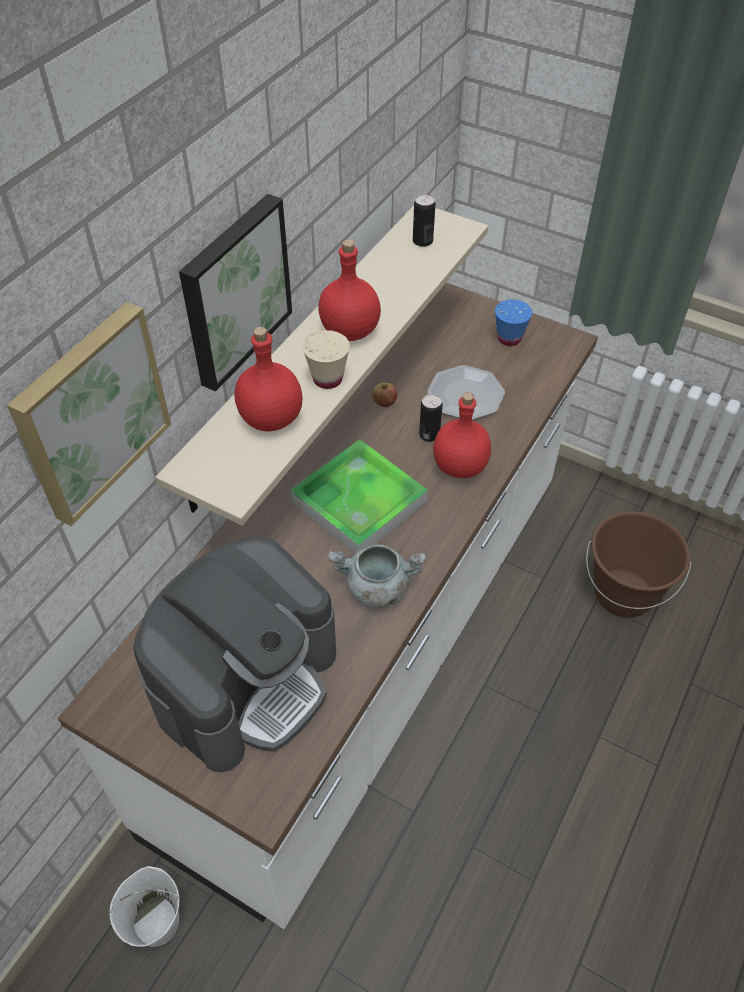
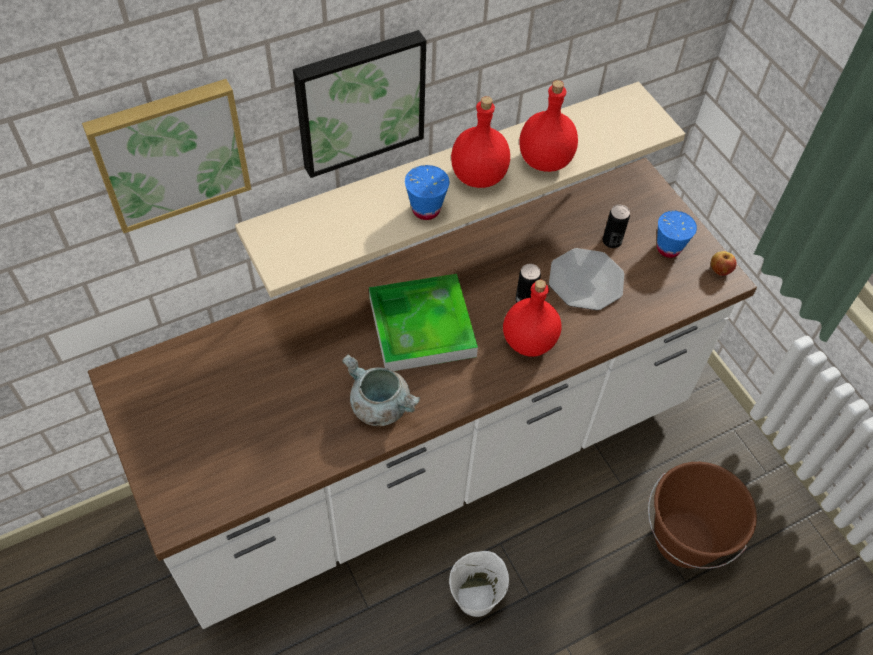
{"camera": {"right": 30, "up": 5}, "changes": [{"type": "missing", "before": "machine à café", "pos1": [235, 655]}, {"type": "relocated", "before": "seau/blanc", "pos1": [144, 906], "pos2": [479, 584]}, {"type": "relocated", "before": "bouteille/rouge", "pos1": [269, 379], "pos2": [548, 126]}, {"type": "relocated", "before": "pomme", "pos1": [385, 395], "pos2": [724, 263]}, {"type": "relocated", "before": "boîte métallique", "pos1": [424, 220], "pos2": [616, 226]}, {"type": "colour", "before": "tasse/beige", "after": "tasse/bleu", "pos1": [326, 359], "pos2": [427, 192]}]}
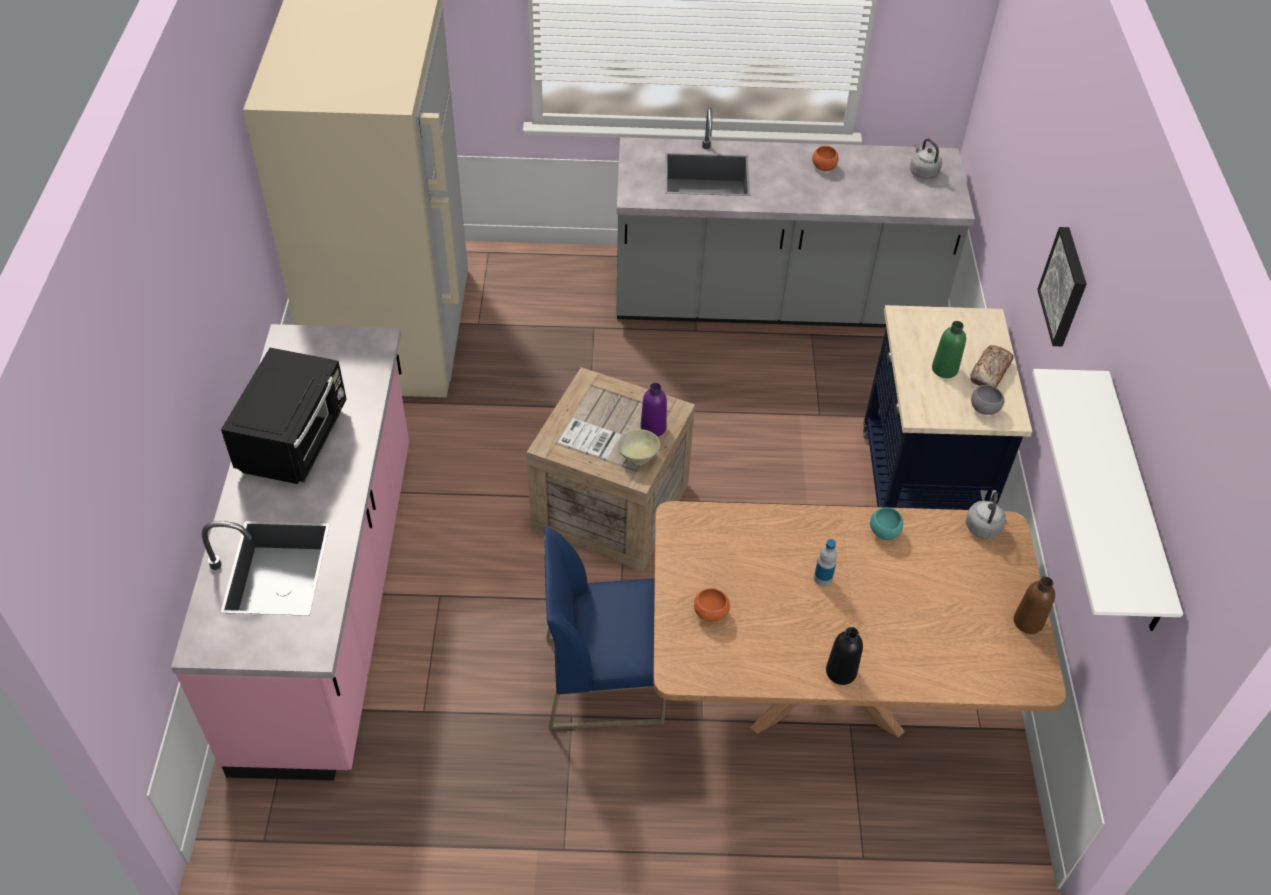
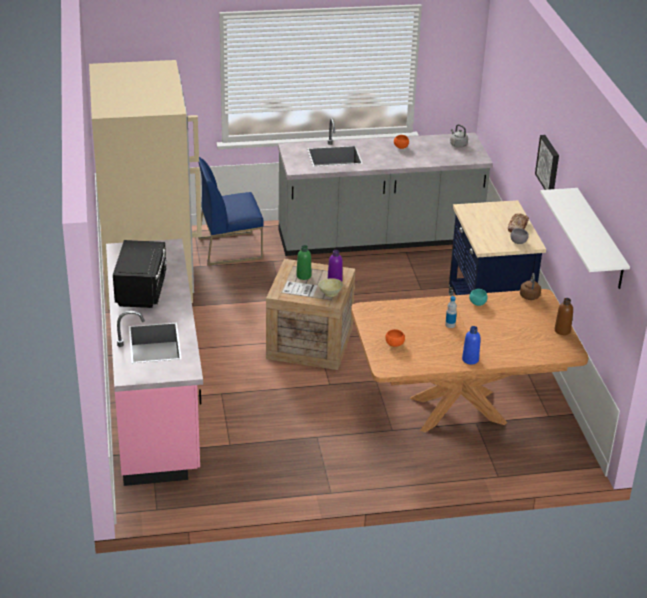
{"camera": {"right": -10, "up": -15}, "changes": [{"type": "relocated", "before": "chaise/bleu", "pos1": [605, 628], "pos2": [231, 211]}, {"type": "relocated", "before": "bouteille/vert", "pos1": [949, 349], "pos2": [303, 262]}, {"type": "colour", "before": "bouteille/noir", "after": "bouteille/bleu", "pos1": [844, 656], "pos2": [471, 345]}, {"type": "colour", "before": "bouilloire/gris", "after": "bouilloire/marron", "pos1": [986, 514], "pos2": [530, 286]}]}
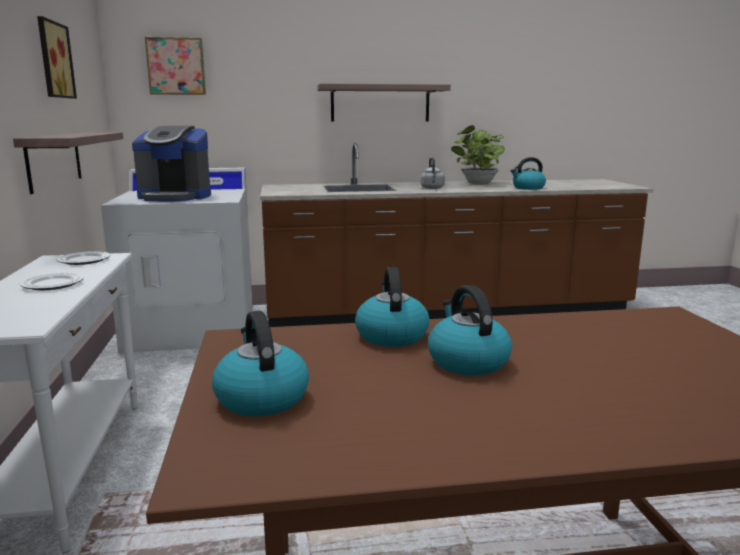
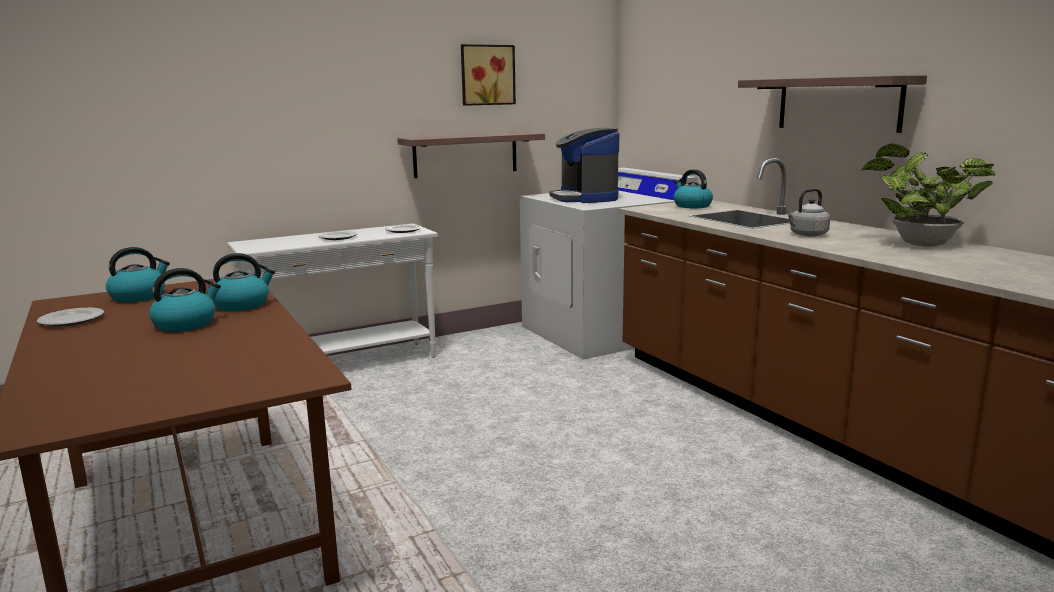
{"camera": {"right": 70, "up": 0}, "changes": [{"type": "missing", "before": "tableau", "pos1": [175, 66]}, {"type": "appeared", "after": "assiette", "pos2": [70, 317]}, {"type": "relocated", "before": "bouilloire", "pos1": [528, 173], "pos2": [693, 188]}]}
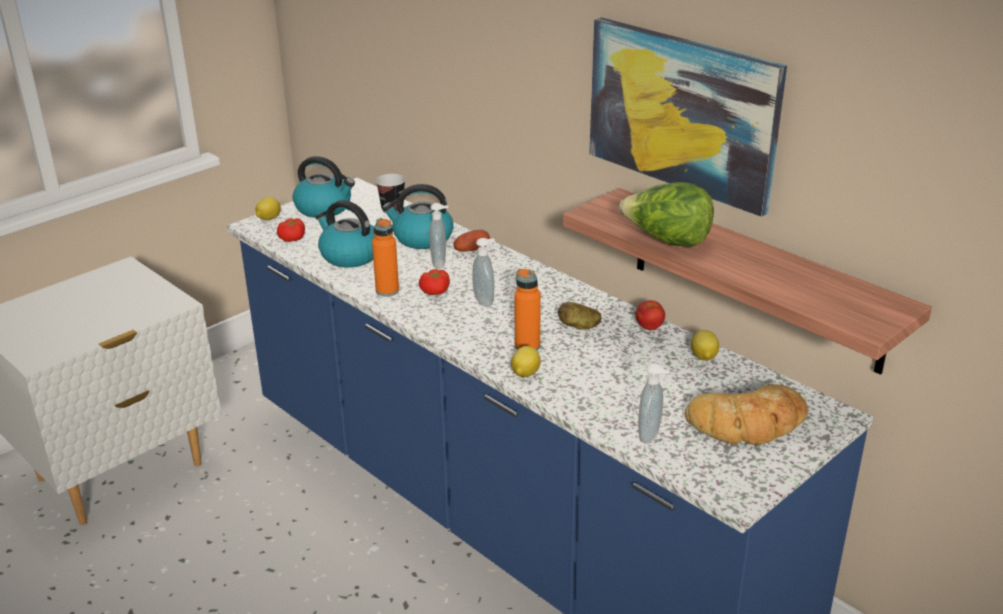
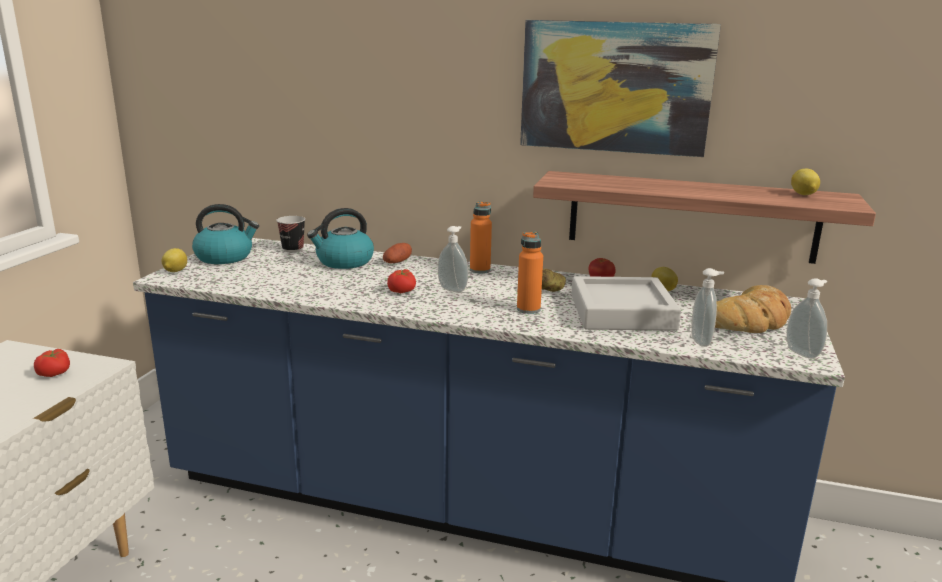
{"camera": {"right": -30, "up": -10}, "changes": [{"type": "missing", "before": "bouilloire", "pos1": [344, 234]}, {"type": "missing", "before": "laitue", "pos1": [666, 214]}, {"type": "appeared", "after": "plateau/gris", "pos2": [626, 303]}, {"type": "relocated", "before": "tomate", "pos1": [291, 230], "pos2": [52, 363]}, {"type": "relocated", "before": "bouteille/orange", "pos1": [385, 257], "pos2": [481, 237]}, {"type": "relocated", "before": "distributeur de savon", "pos1": [439, 236], "pos2": [806, 318]}, {"type": "relocated", "before": "citron", "pos1": [526, 361], "pos2": [805, 182]}]}
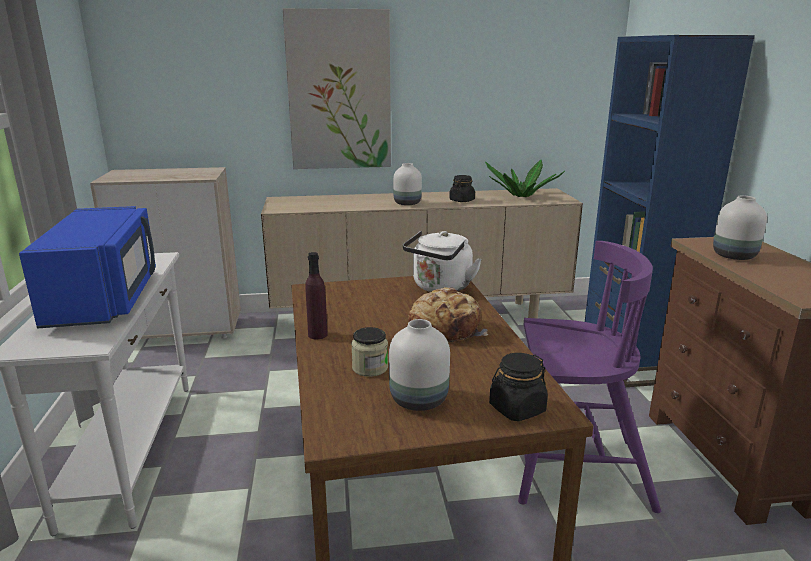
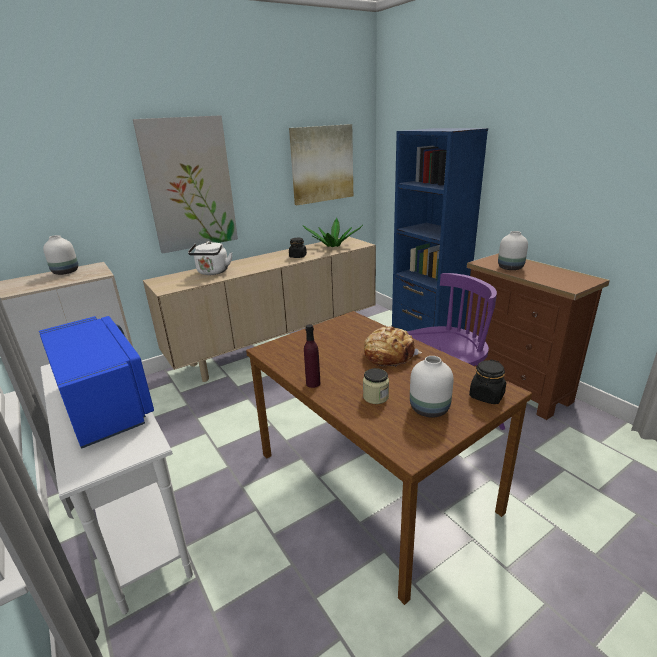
{"camera": {"right": -25, "up": 5}, "changes": [{"type": "appeared", "after": "tableau", "pos2": [321, 164]}, {"type": "relocated", "before": "vase/blanc", "pos1": [407, 184], "pos2": [60, 255]}, {"type": "relocated", "before": "bouilloire/blanc", "pos1": [442, 261], "pos2": [210, 258]}]}
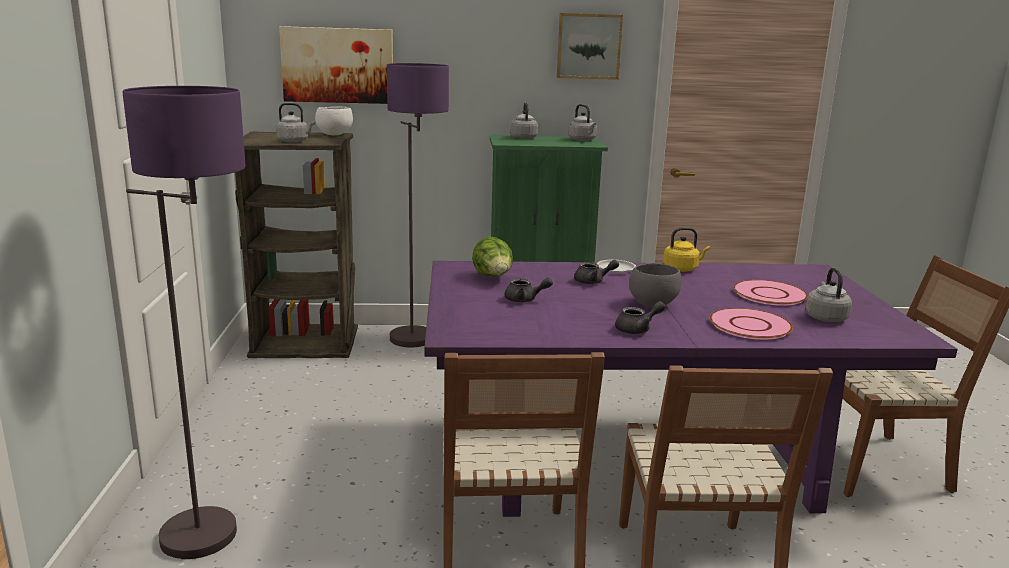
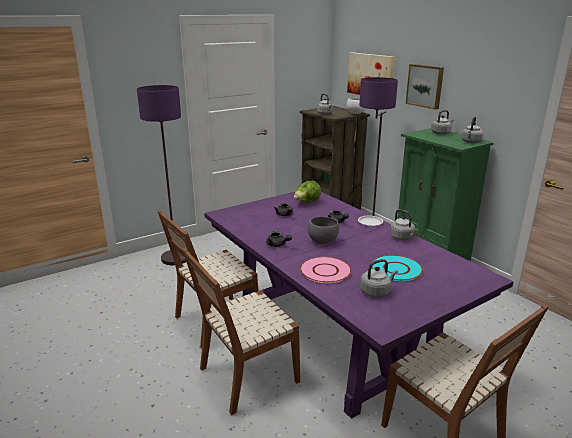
{"camera": {"right": 60, "up": 5}, "changes": [{"type": "relocated", "before": "tableau", "pos1": [590, 46], "pos2": [425, 87]}, {"type": "colour", "before": "bouilloire/jaune", "after": "bouilloire/gris", "pos1": [686, 249], "pos2": [404, 224]}, {"type": "colour", "before": "assiette/rose", "after": "assiette/turquoise", "pos1": [770, 293], "pos2": [397, 268]}]}
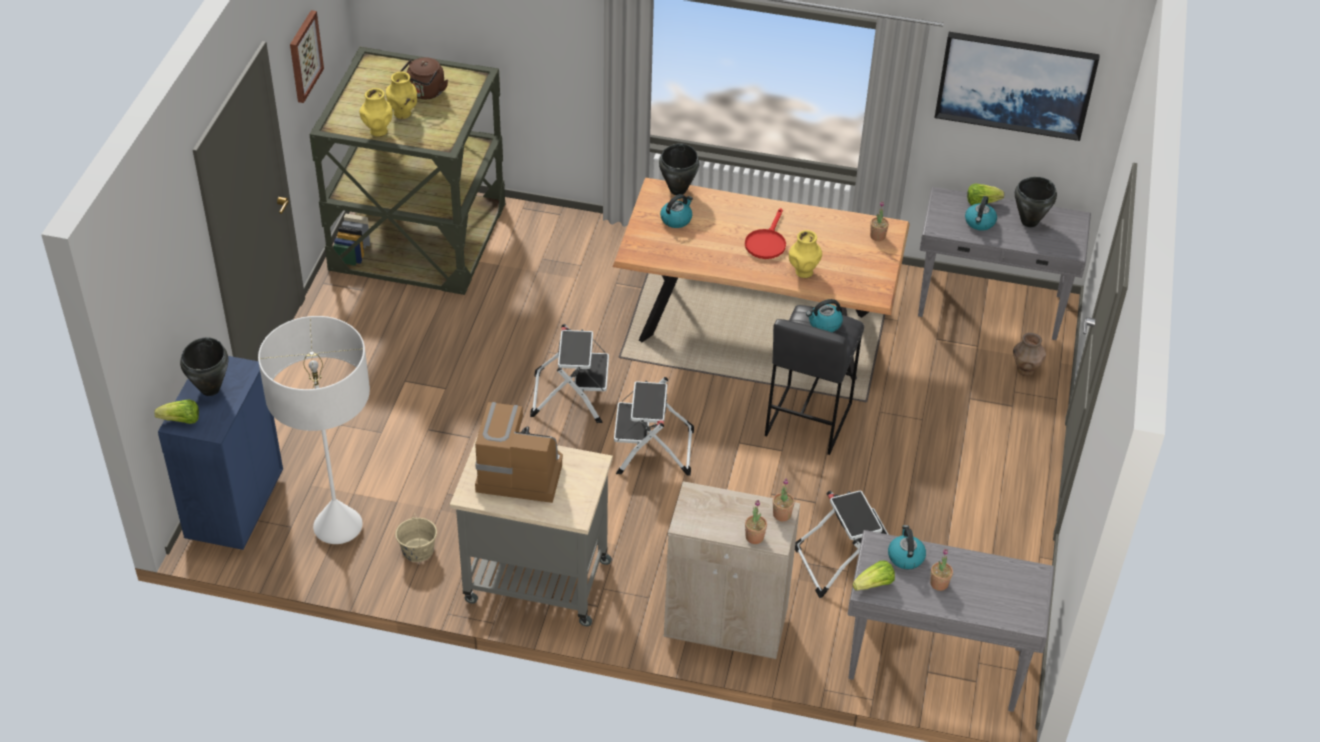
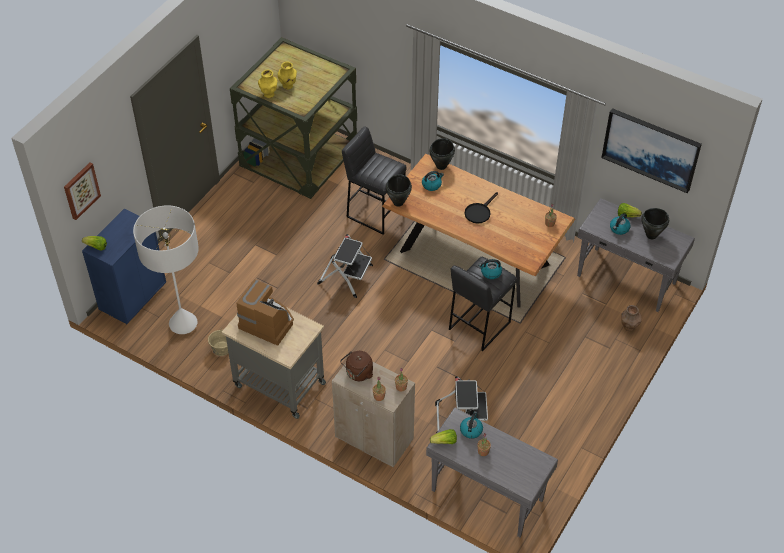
{"camera": {"right": 20, "up": 5}, "changes": [{"type": "missing", "before": "escabeau", "pos1": [654, 426]}, {"type": "missing", "before": "vase/jaune", "pos1": [805, 254]}, {"type": "appeared", "after": "tabouret/gris", "pos2": [374, 180]}, {"type": "relocated", "before": "marmite/noir", "pos1": [204, 366], "pos2": [399, 190]}, {"type": "relocated", "before": "tableau", "pos1": [307, 56], "pos2": [82, 191]}, {"type": "relocated", "before": "bouilloire/marron", "pos1": [424, 78], "pos2": [356, 366]}, {"type": "colour", "before": "poêle/rouge", "after": "poêle/noir", "pos1": [765, 233], "pos2": [481, 207]}]}
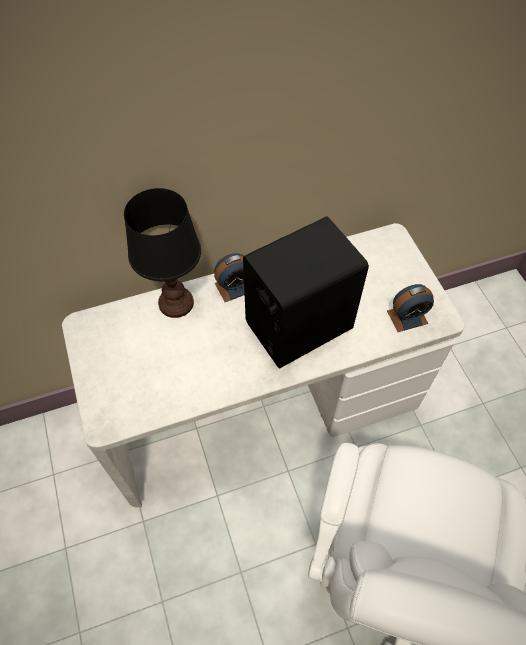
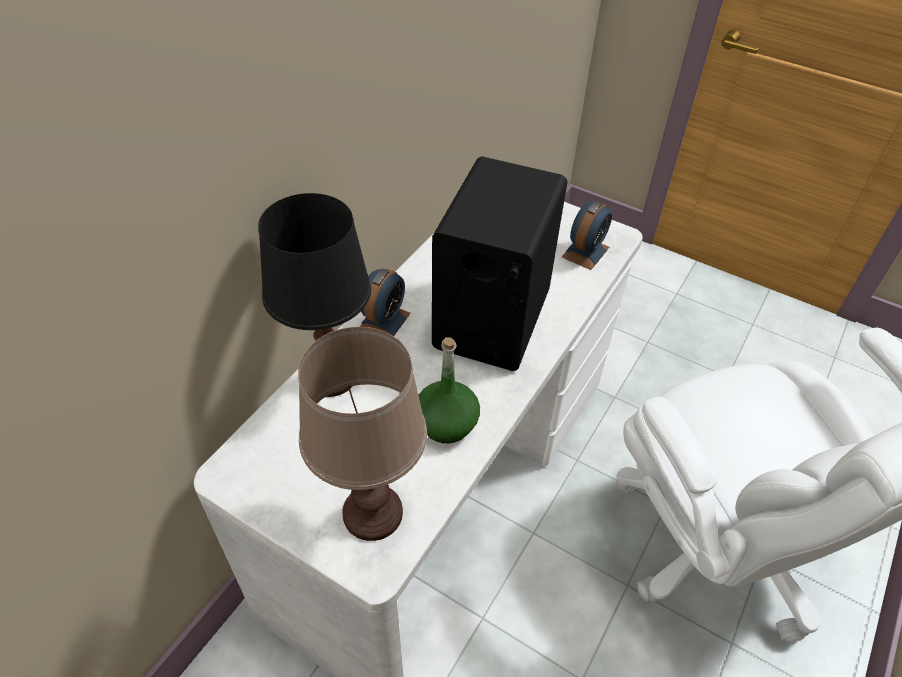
{"camera": {"right": -40, "up": -10}, "changes": [{"type": "appeared", "after": "lampe de table/marron", "pos2": [362, 434]}, {"type": "appeared", "after": "bouteille/vert", "pos2": [449, 390]}]}
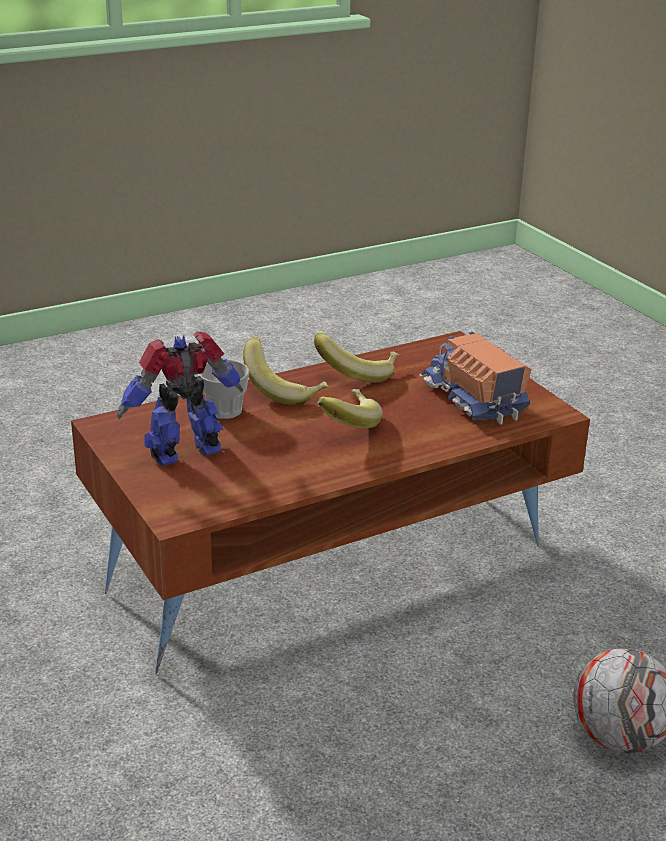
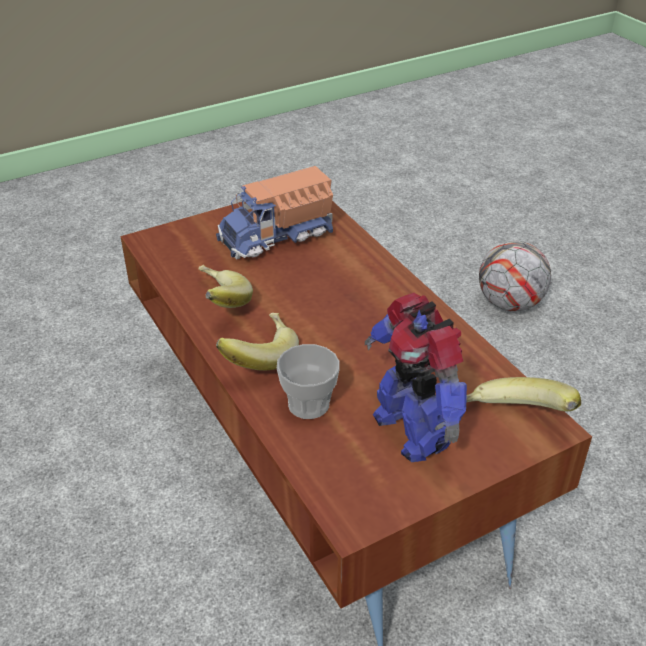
{"camera": {"right": -90, "up": 10}, "changes": [{"type": "relocated", "before": "banane", "pos1": [350, 408], "pos2": [523, 394]}]}
